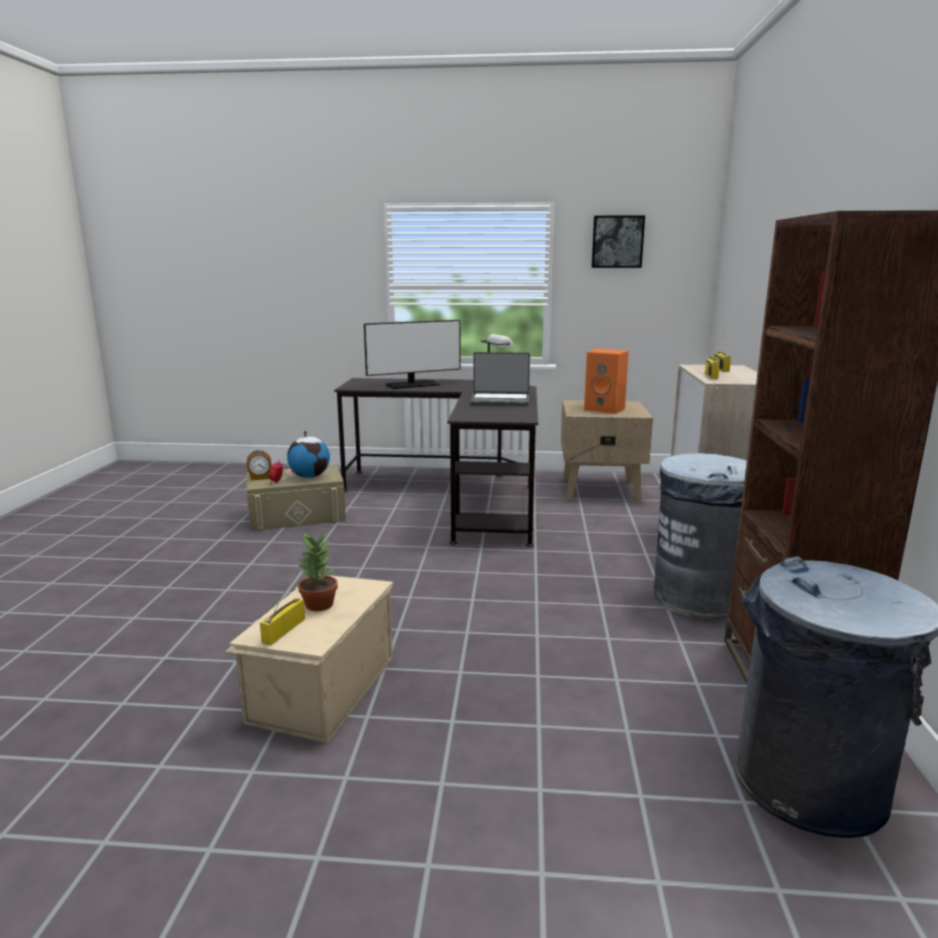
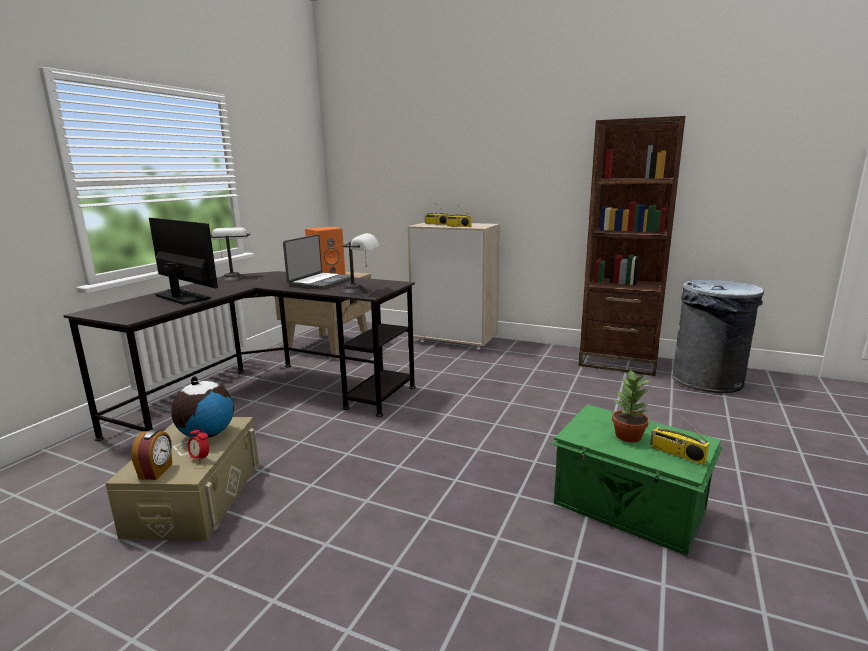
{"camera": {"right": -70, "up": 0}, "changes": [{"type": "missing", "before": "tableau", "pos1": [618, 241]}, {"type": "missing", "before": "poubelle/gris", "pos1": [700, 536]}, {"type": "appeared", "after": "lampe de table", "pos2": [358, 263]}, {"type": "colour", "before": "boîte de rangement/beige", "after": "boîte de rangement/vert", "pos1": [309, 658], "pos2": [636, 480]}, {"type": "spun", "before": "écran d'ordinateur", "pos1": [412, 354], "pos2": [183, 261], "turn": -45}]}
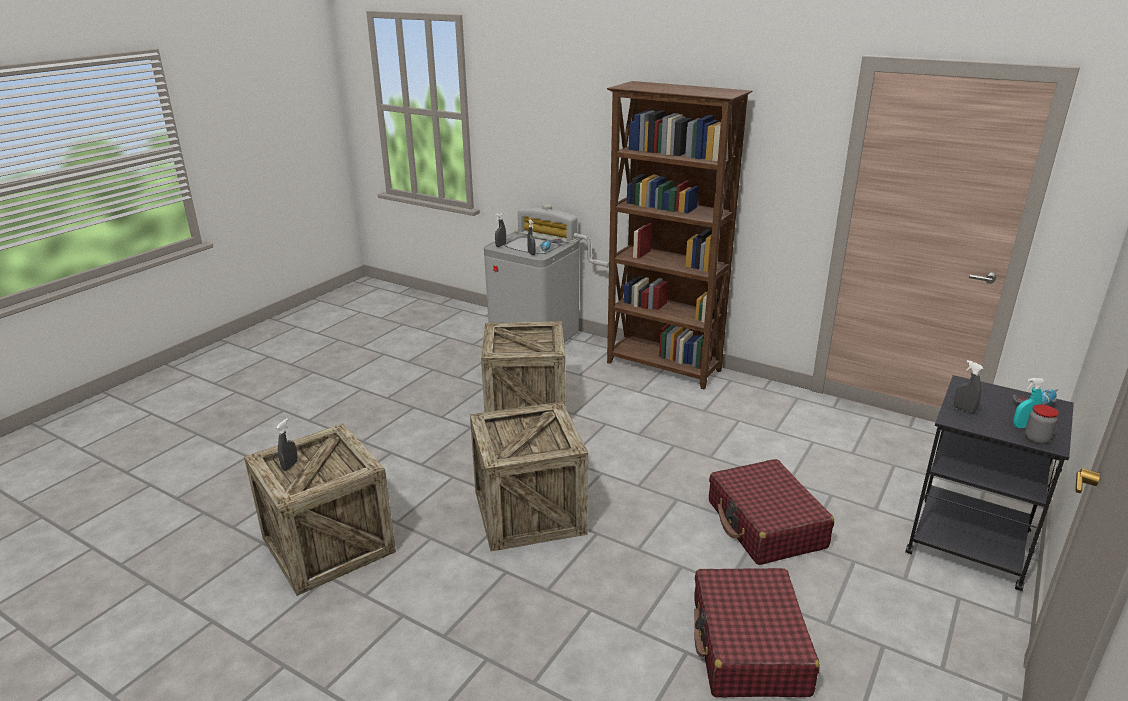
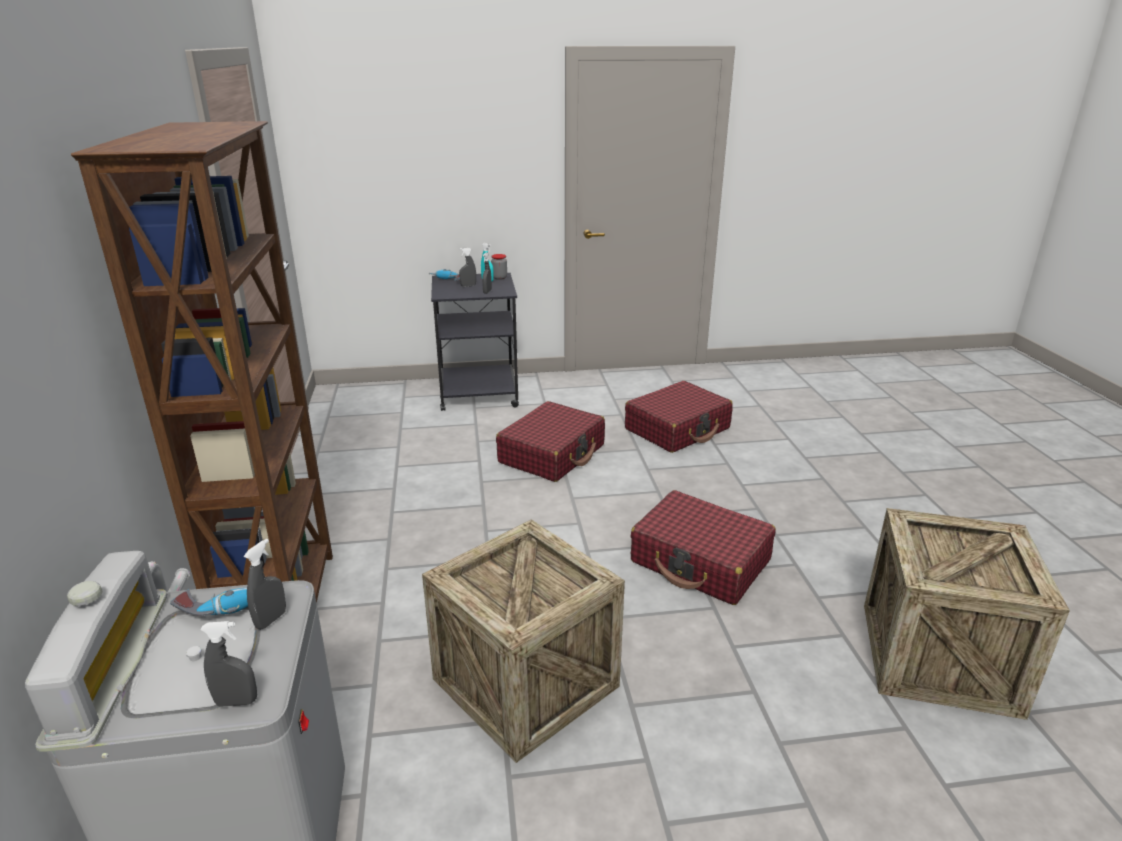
{"camera": {"right": -130, "up": 0}, "changes": [{"type": "relocated", "before": "vaporisateur/gris", "pos1": [287, 444], "pos2": [467, 267]}, {"type": "exchanged", "before": "caisse", "after": "valise/rouge", "pos1": [529, 476], "pos2": [703, 547]}]}
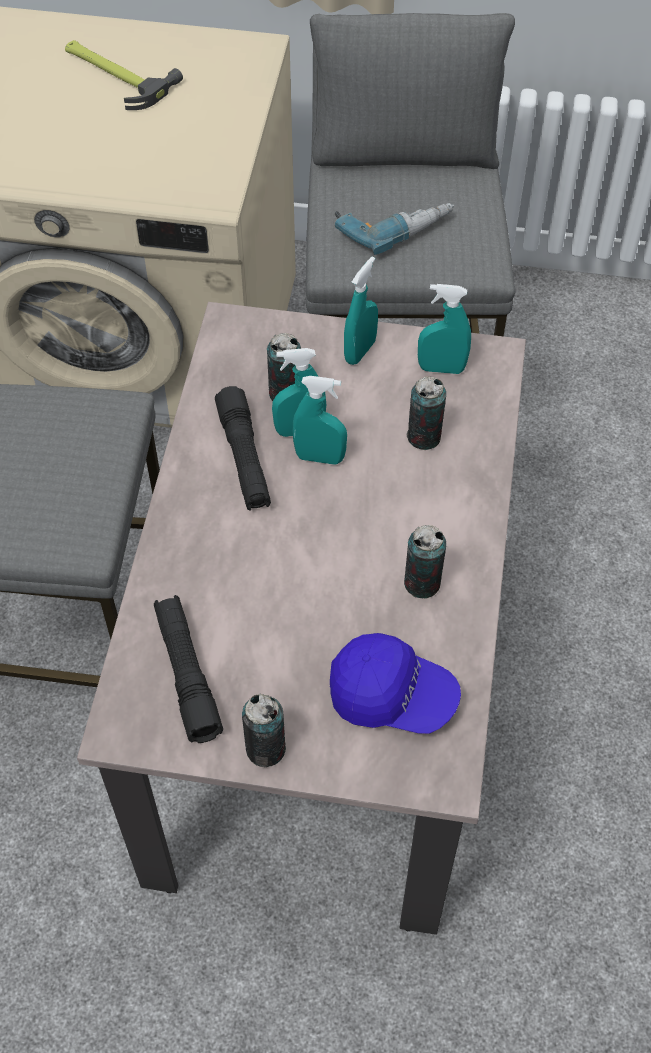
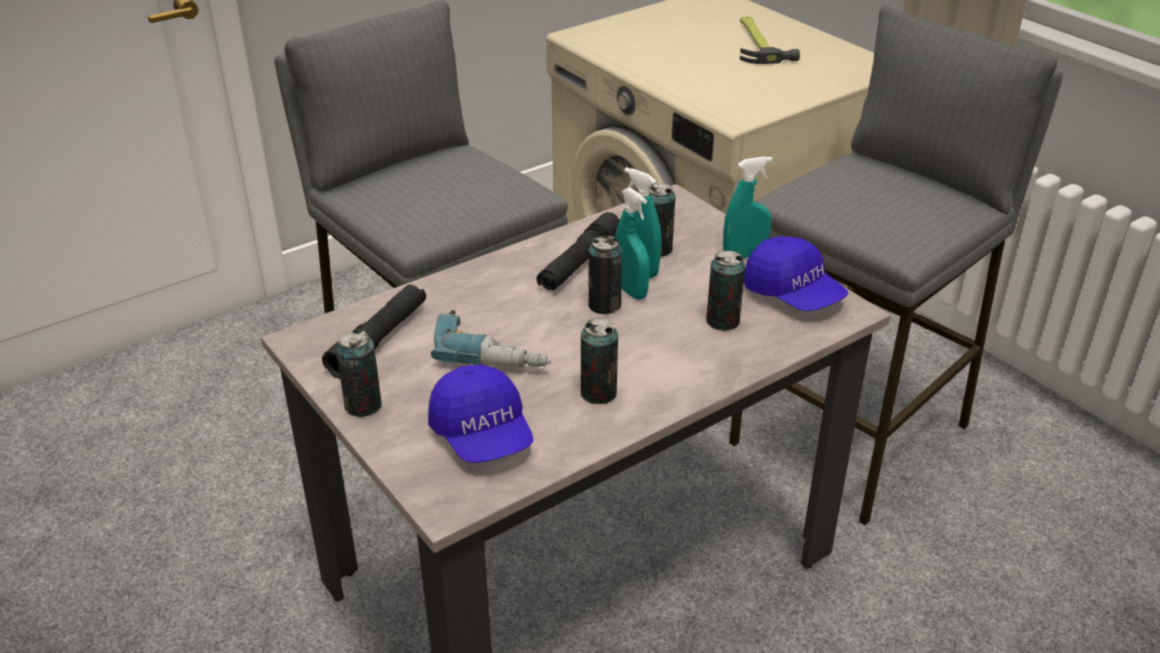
{"camera": {"right": 45, "up": -20}, "changes": [{"type": "appeared", "after": "boîte métallique", "pos2": [605, 274]}, {"type": "relocated", "before": "perceuse", "pos1": [394, 229], "pos2": [491, 338]}, {"type": "exchanged", "before": "vaporisateur/turquoise", "after": "casquette/bleu", "pos1": [444, 329], "pos2": [796, 273]}]}
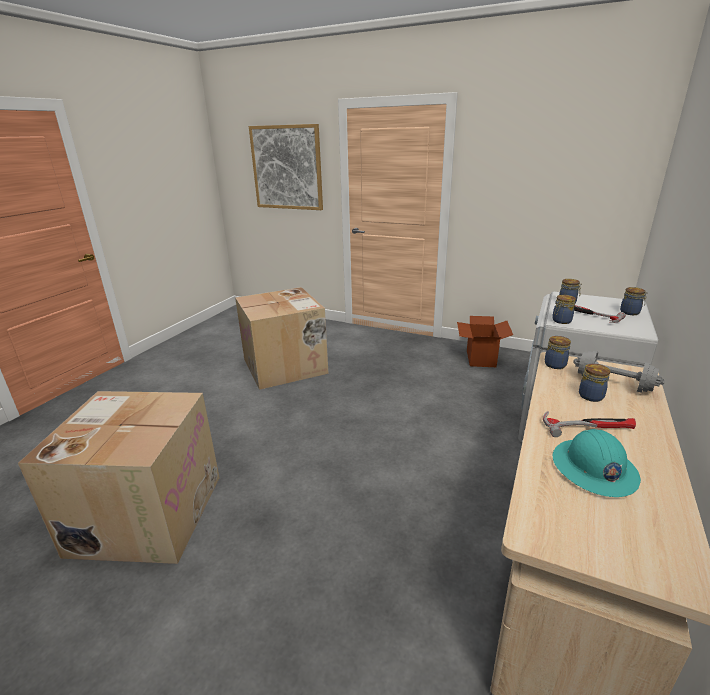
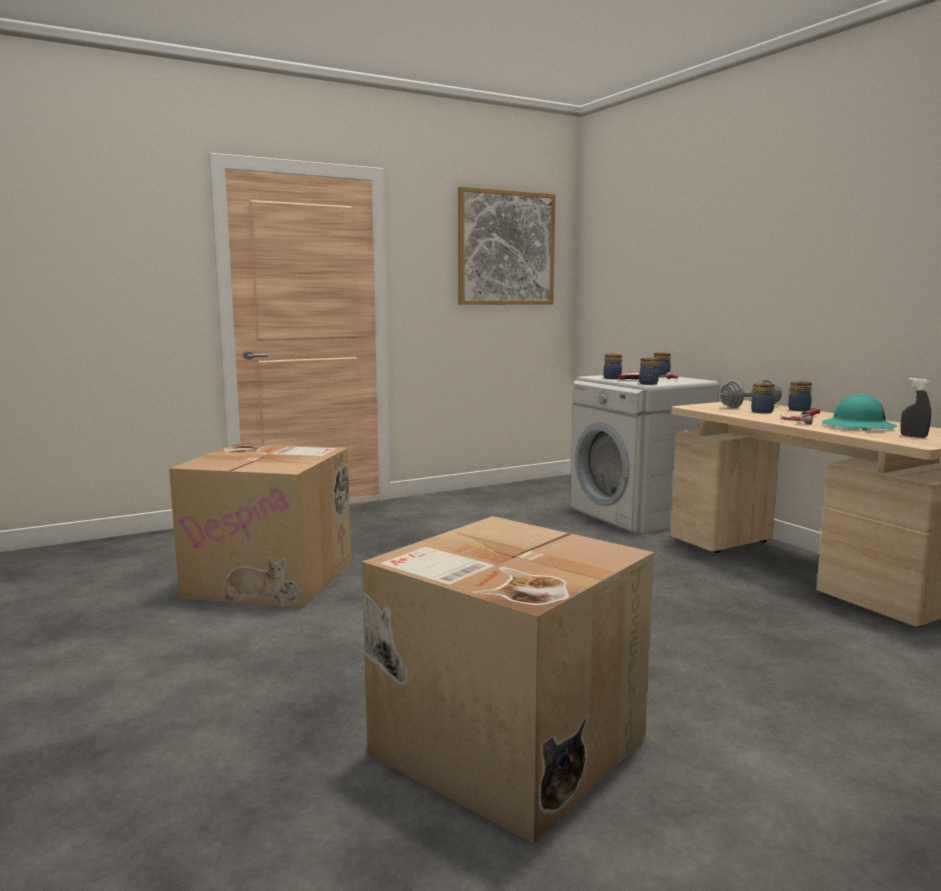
{"camera": {"right": -55, "up": -15}, "changes": [{"type": "missing", "before": "carton", "pos1": [485, 341]}, {"type": "appeared", "after": "vaporisateur/gris", "pos2": [915, 408]}, {"type": "relocated", "before": "tableau", "pos1": [286, 167], "pos2": [506, 246]}, {"type": "relocated", "before": "bocal", "pos1": [558, 352], "pos2": [800, 396]}]}
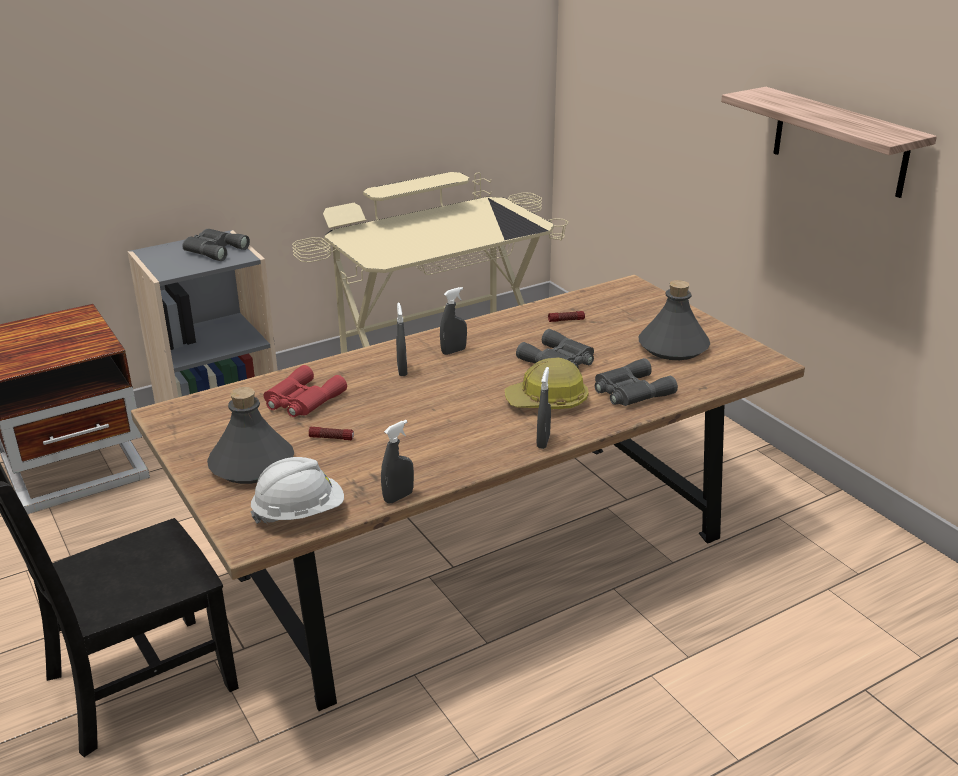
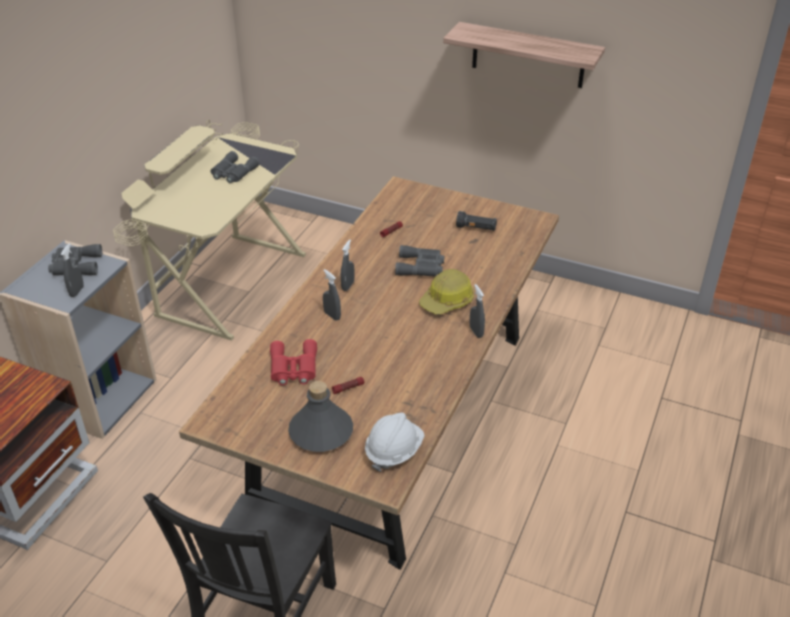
{"camera": {"right": -35, "up": 10}, "changes": [{"type": "relocated", "before": "vaporisateur/gris", "pos1": [397, 462], "pos2": [72, 270]}, {"type": "relocated", "before": "jumelles/gris", "pos1": [636, 382], "pos2": [235, 167]}, {"type": "exchanged", "before": "bouteille/gris", "after": "lampe de poche/noir", "pos1": [674, 320], "pos2": [476, 221]}]}
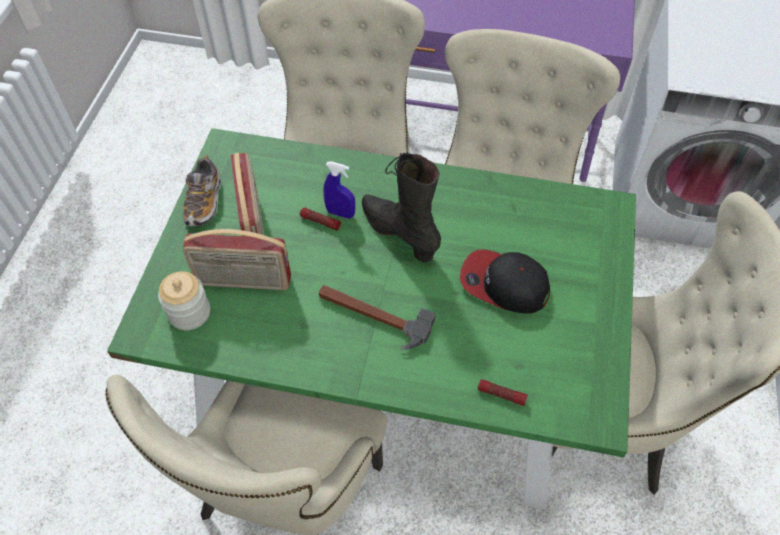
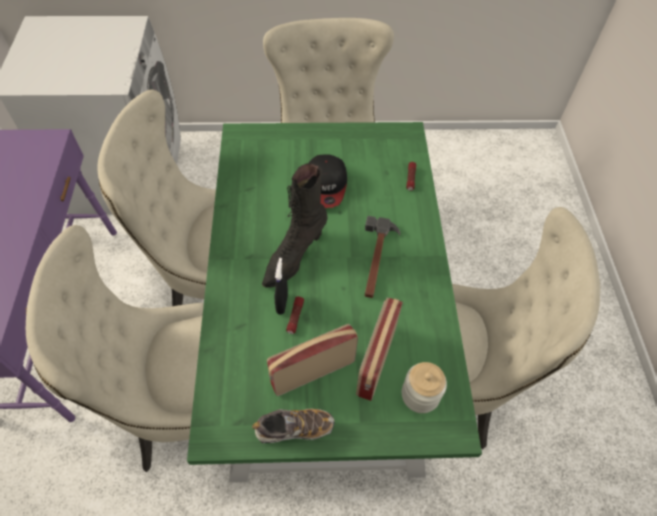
{"camera": {"right": -105, "up": 0}, "changes": [{"type": "colour", "before": "vaporisateur/bleu", "after": "vaporisateur/noir", "pos1": [339, 190], "pos2": [281, 286]}, {"type": "spun", "before": "radio", "pos1": [237, 259], "pos2": [379, 349], "turn": -150}]}
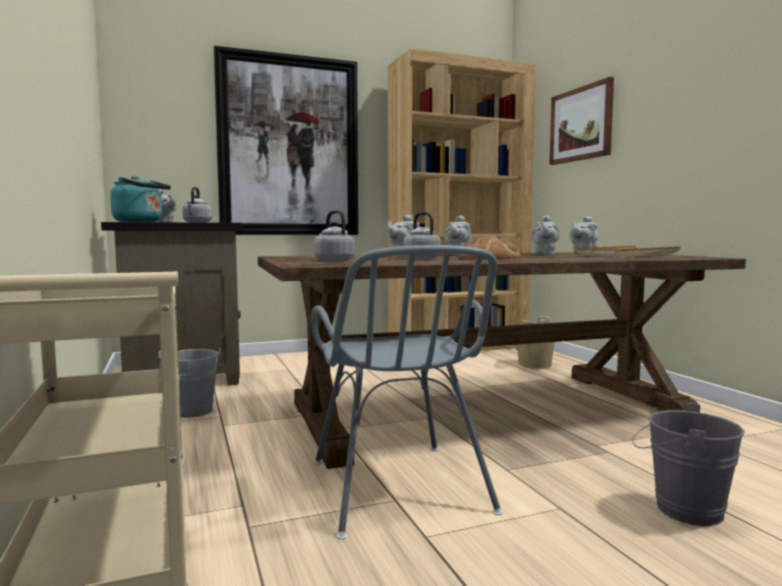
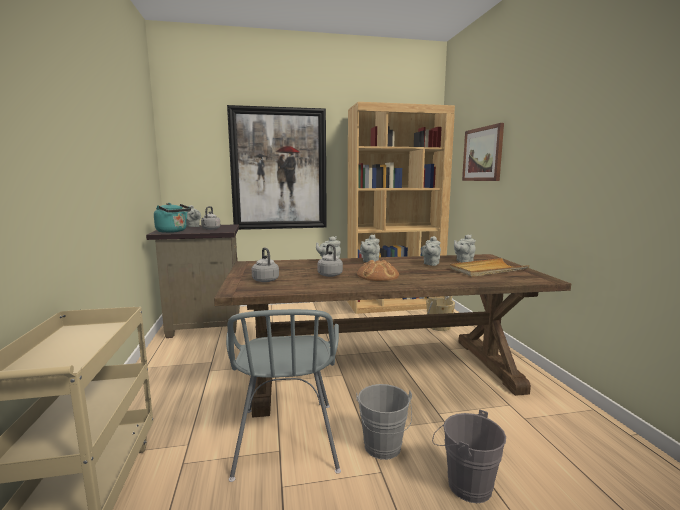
{"camera": {"right": 10, "up": 5}, "changes": [{"type": "relocated", "before": "seau/gris", "pos1": [189, 383], "pos2": [384, 422]}]}
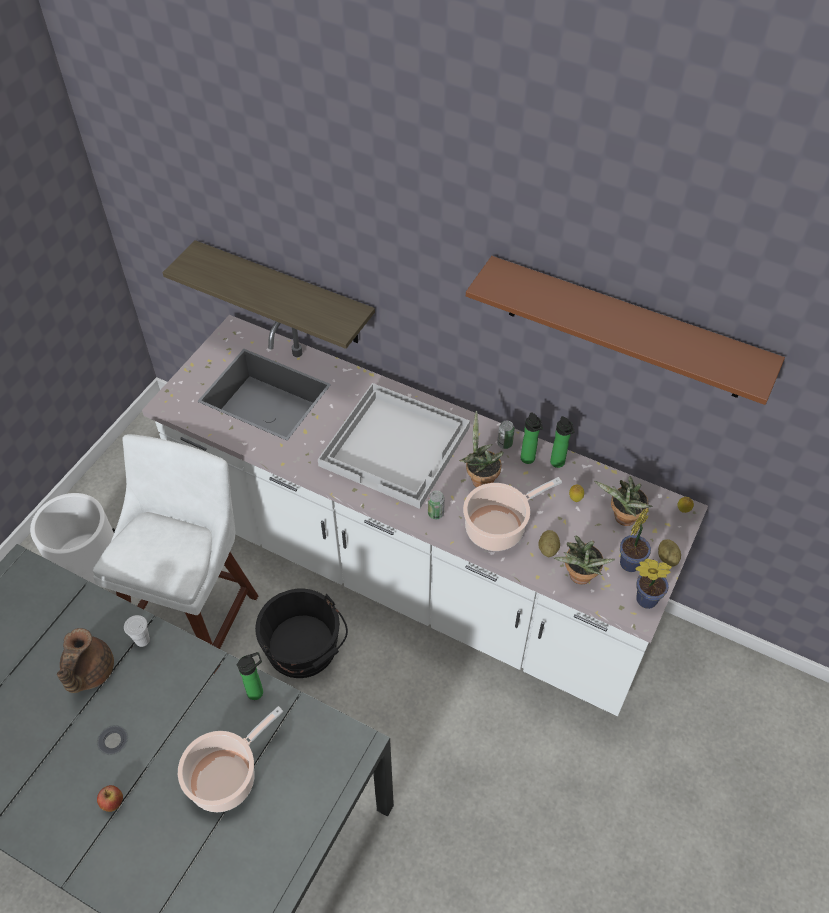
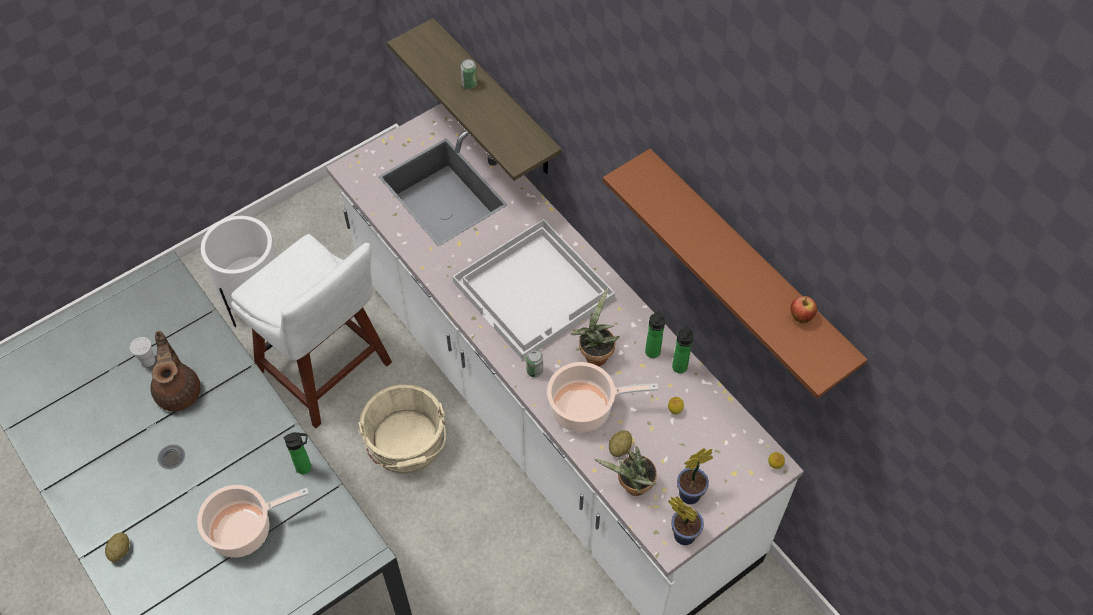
{"camera": {"right": 25, "up": 5}, "changes": [{"type": "missing", "before": "plante en pot", "pos1": [623, 501]}, {"type": "relocated", "before": "pomme", "pos1": [110, 798], "pos2": [803, 309]}, {"type": "relocated", "before": "tasse/blanc", "pos1": [137, 631], "pos2": [142, 352]}, {"type": "relocated", "before": "boîte métallique", "pos1": [506, 435], "pos2": [469, 74]}, {"type": "relocated", "before": "pomme de terre", "pos1": [669, 553], "pos2": [117, 547]}, {"type": "colour", "before": "seau/noir", "after": "seau/beige", "pos1": [301, 633], "pos2": [402, 429]}, {"type": "spun", "before": "théière/marron", "pos1": [85, 660], "pos2": [175, 371], "turn": 135}, {"type": "spun", "before": "chaise/blanc", "pos1": [175, 553], "pos2": [311, 331], "turn": 90}]}
